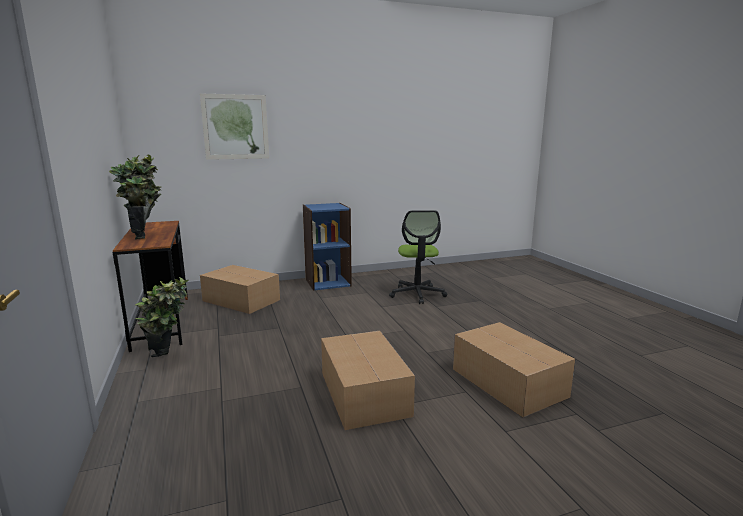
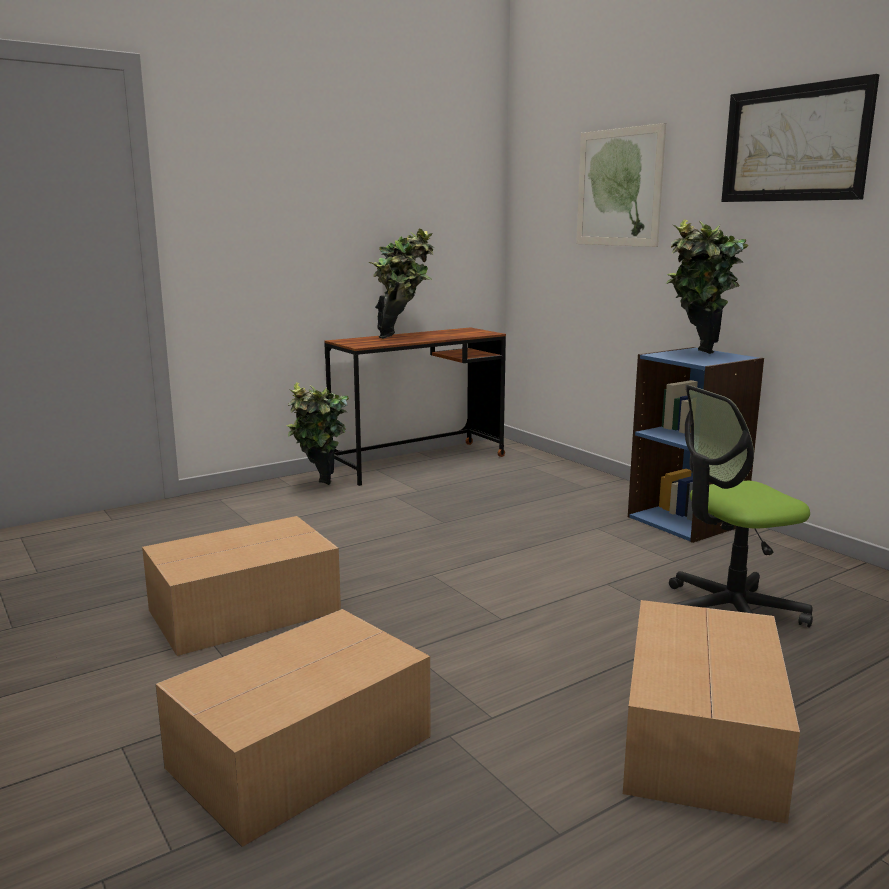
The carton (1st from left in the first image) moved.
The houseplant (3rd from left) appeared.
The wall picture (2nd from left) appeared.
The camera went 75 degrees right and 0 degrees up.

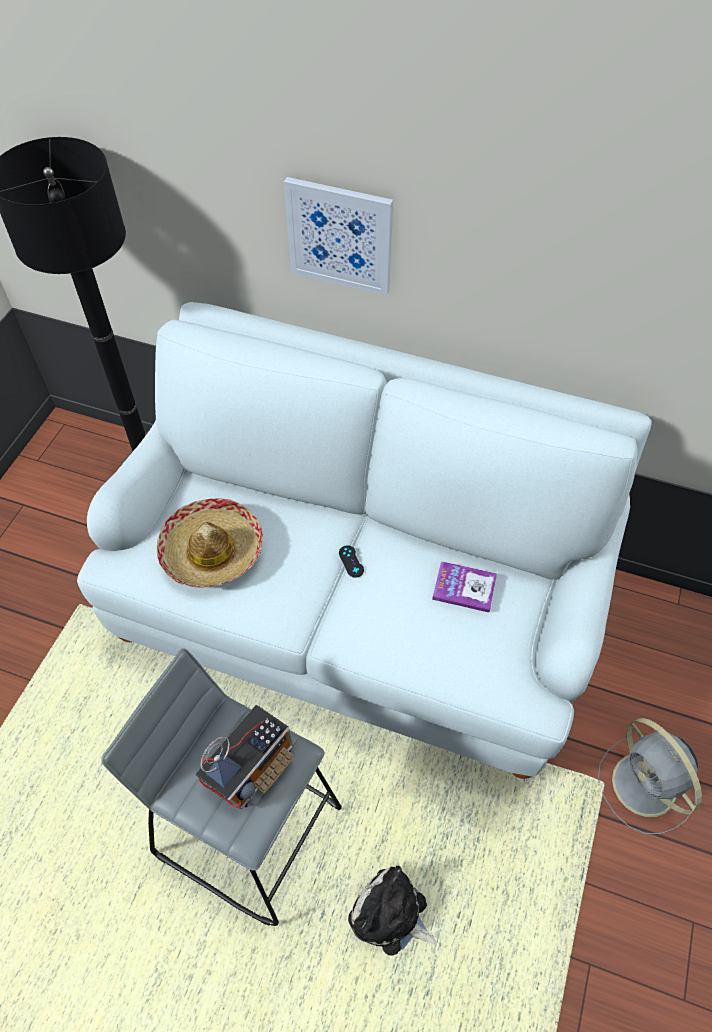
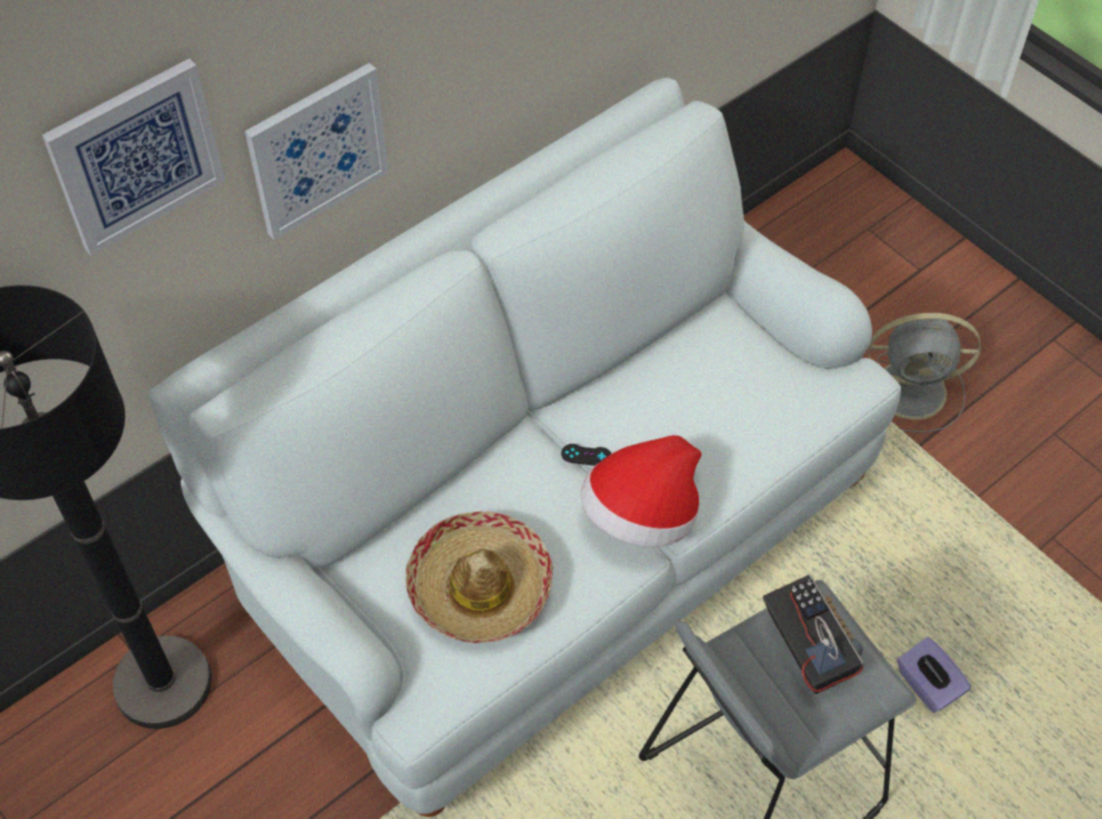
The wall picture (1st from left) appeared.
The clothing hat (2nd from left) appeared.
The soft toy was replaced by the purplish tissue holder.
The book disappeared.
The camera went 60 degrees left and 0 degrees up.

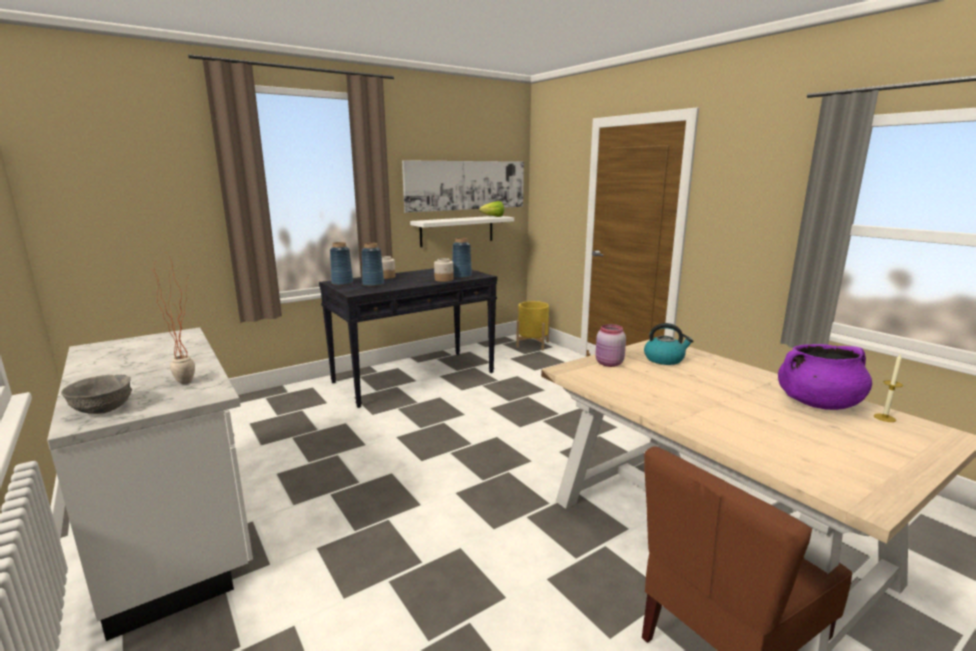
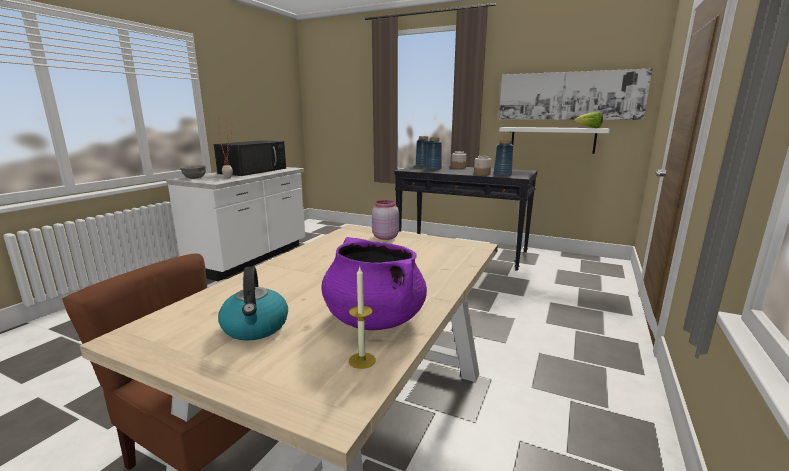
The black microwave oven appeared.
The kettle moved.
The yellow flower pot disappeared.
The camera went 60 degrees right and 0 degrees up.

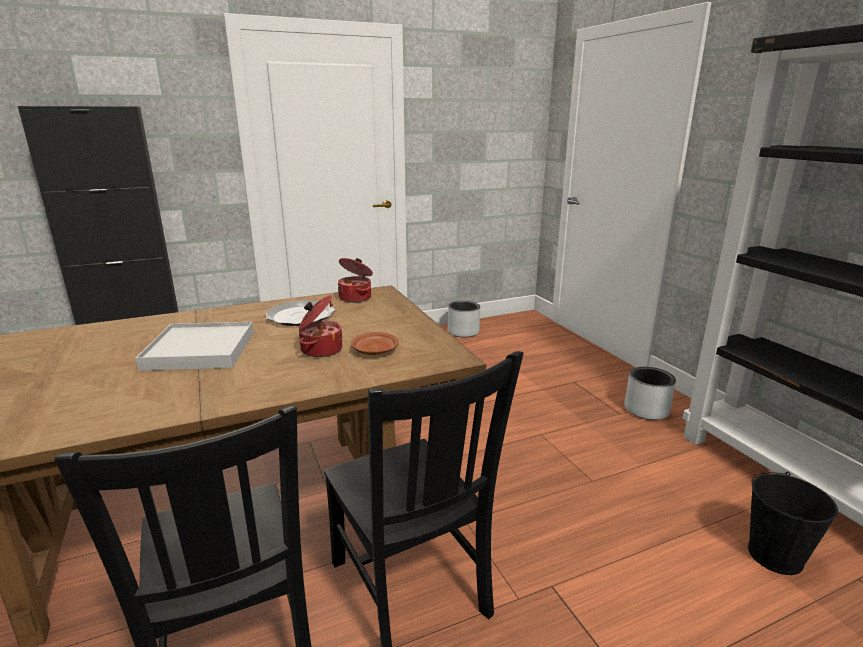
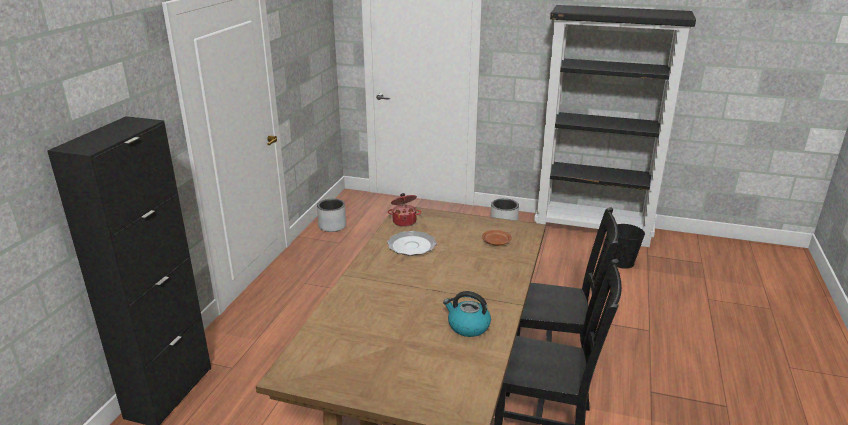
The kettle appeared.
The white-coloured carrying tray disappeared.
The stockpot (1st from left) disappeared.
The camera went 50 degrees left and 5 degrees up.

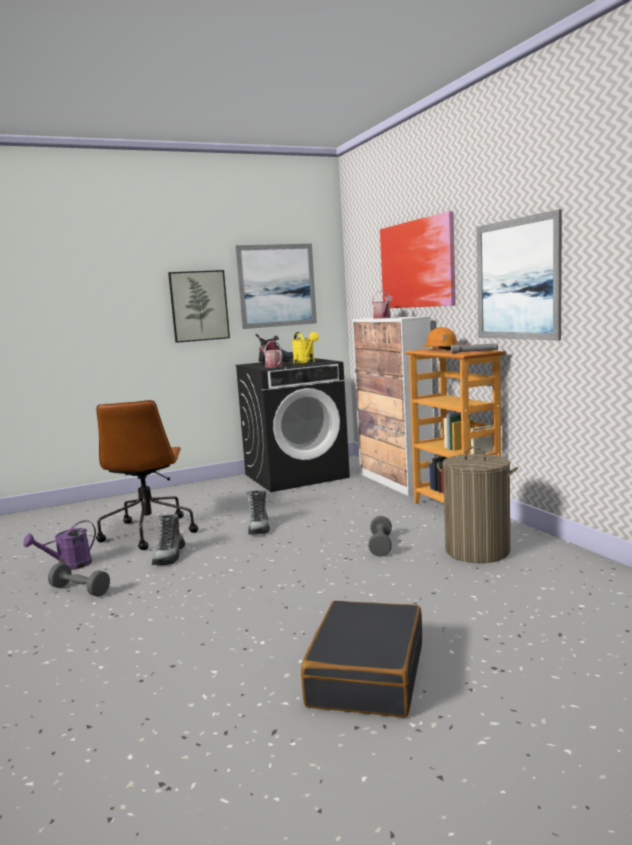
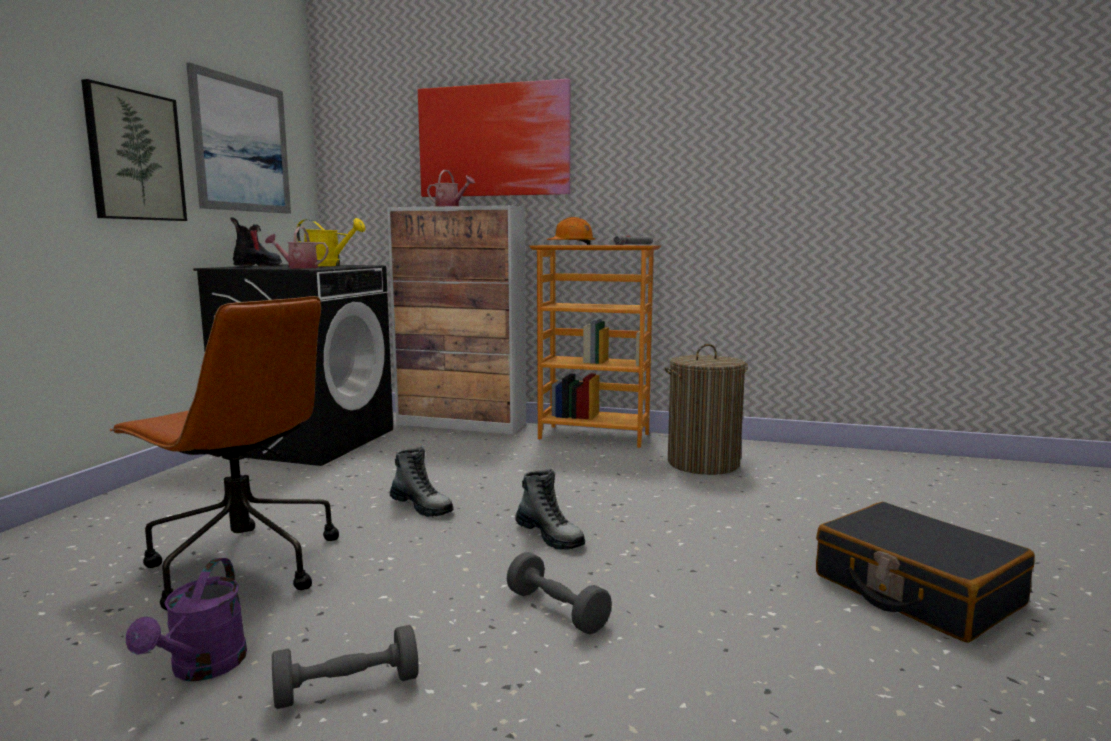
The gray free weight (2nd from left) moved.
The high-top boot (1st from left in the first image) moved.
The wall picture (4th from left) disappeared.
The camera went 50 degrees left and 0 degrees up.

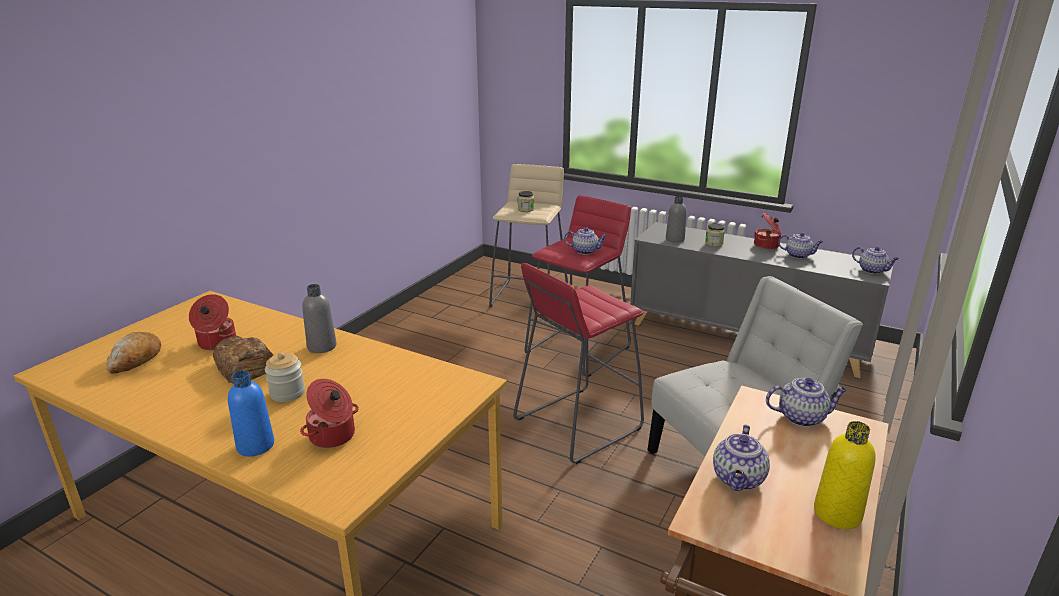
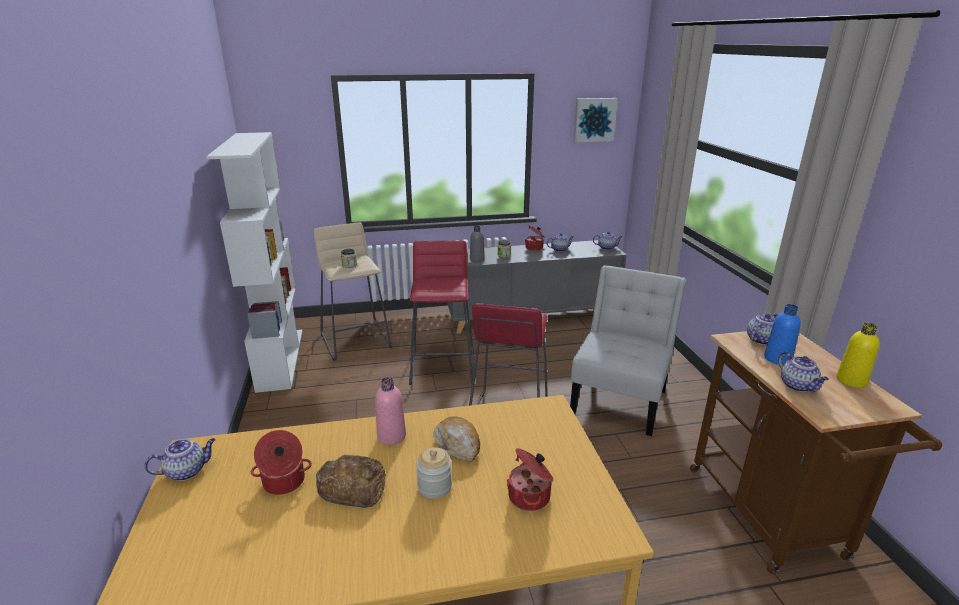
The teapot (1st from left) moved.
The white-coloured bookshelf appeared.
The gray drink bottle (1st from left) became the pinkish drink bottle.
The baked bread (1st from left in the first image) moved.
The wall picture appeared.
The bluish drink bottle moved.
The camera went 40 degrees left and 0 degrees up.

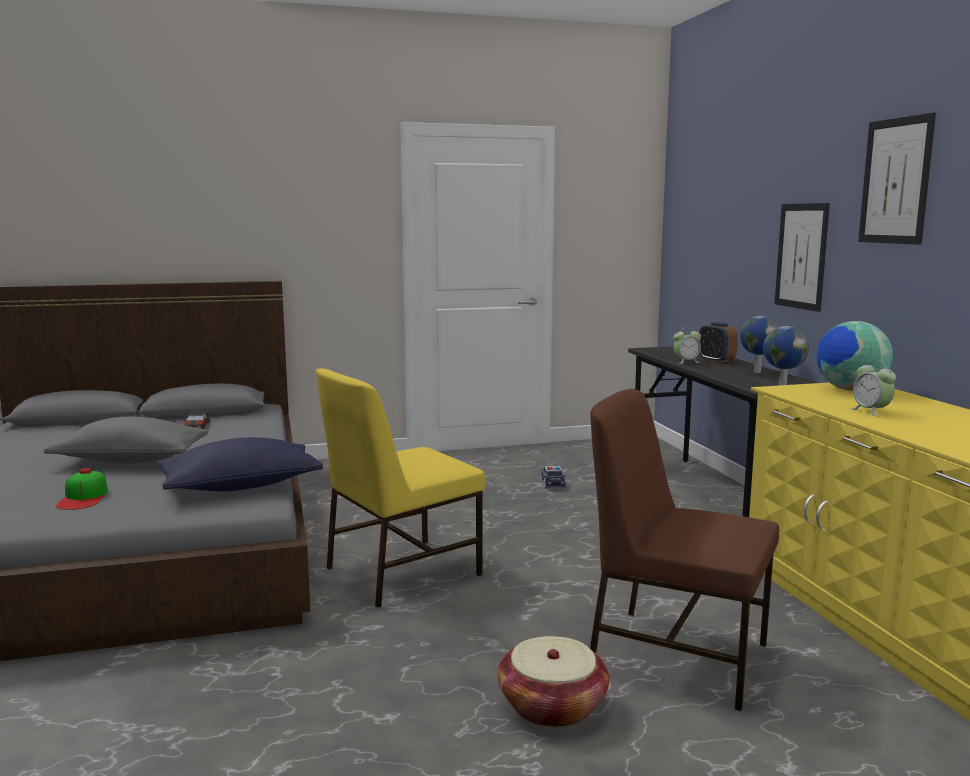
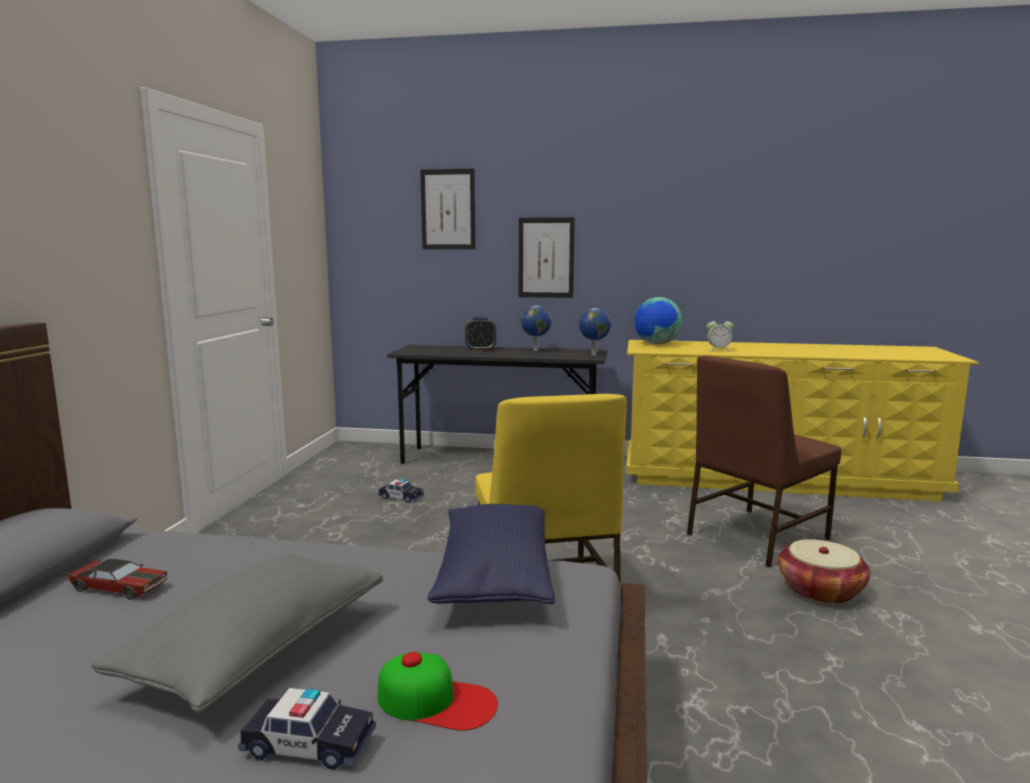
The miniature car (2nd from left) appeared.
The wall picture (2nd from left in the first image) moved.
The table clock (1st from left) disappeared.
The camera went 65 degrees left and 0 degrees up.

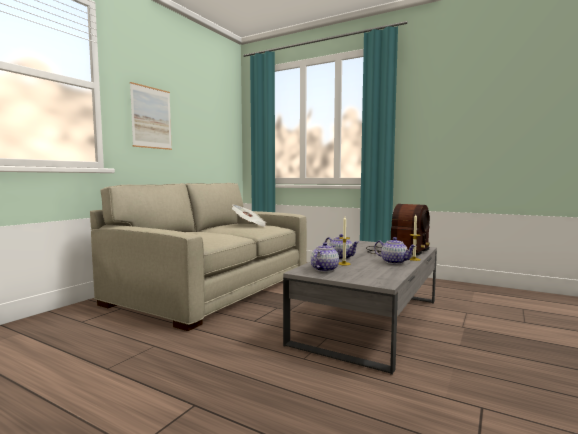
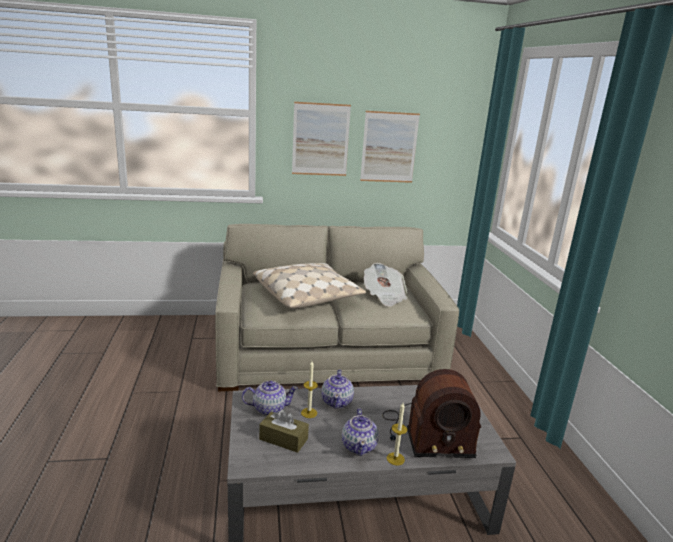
The beige throw pillow appeared.
The brown-coloured tissue holder appeared.
The wall picture (2nd from left) appeared.
The camera went 50 degrees right and 15 degrees up.

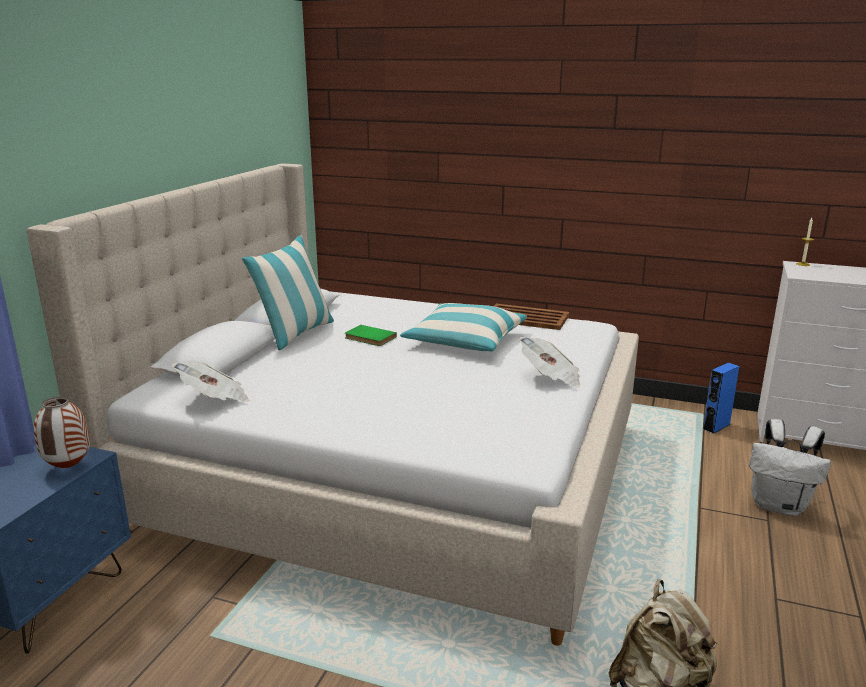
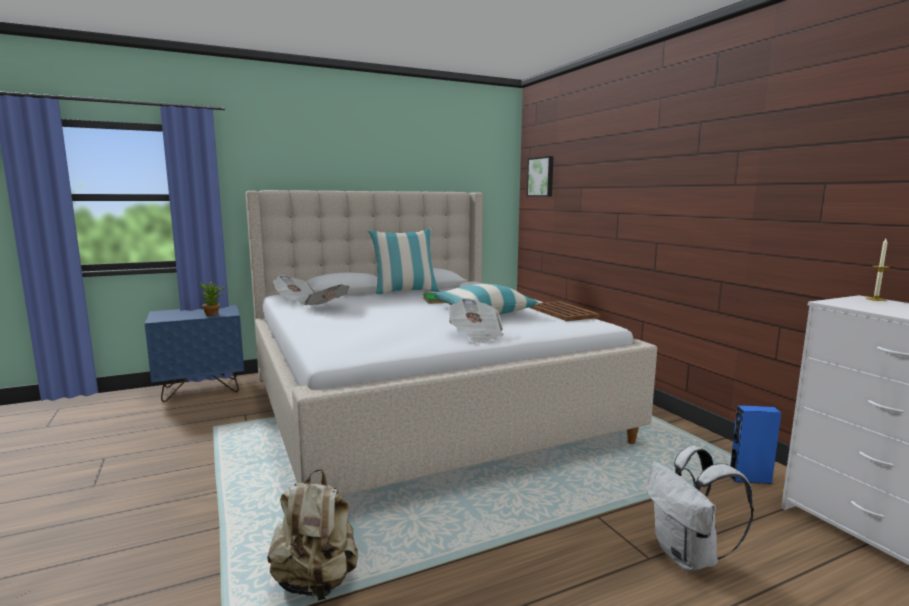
The decorative vase was replaced by the houseplant.
The daily paper (2nd from left) appeared.
The wall picture appeared.
The camera went 45 degrees right and 10 degrees down.

